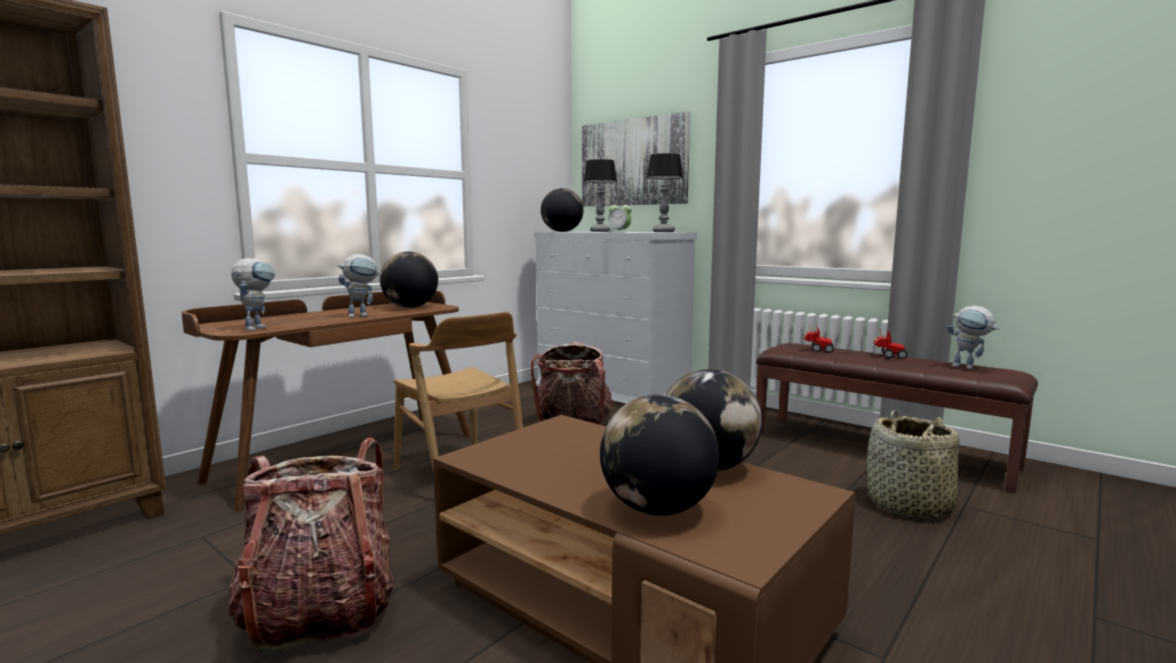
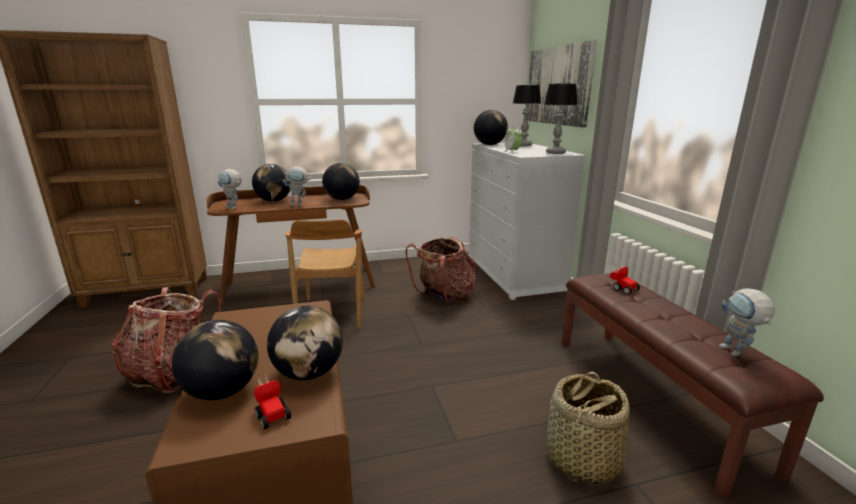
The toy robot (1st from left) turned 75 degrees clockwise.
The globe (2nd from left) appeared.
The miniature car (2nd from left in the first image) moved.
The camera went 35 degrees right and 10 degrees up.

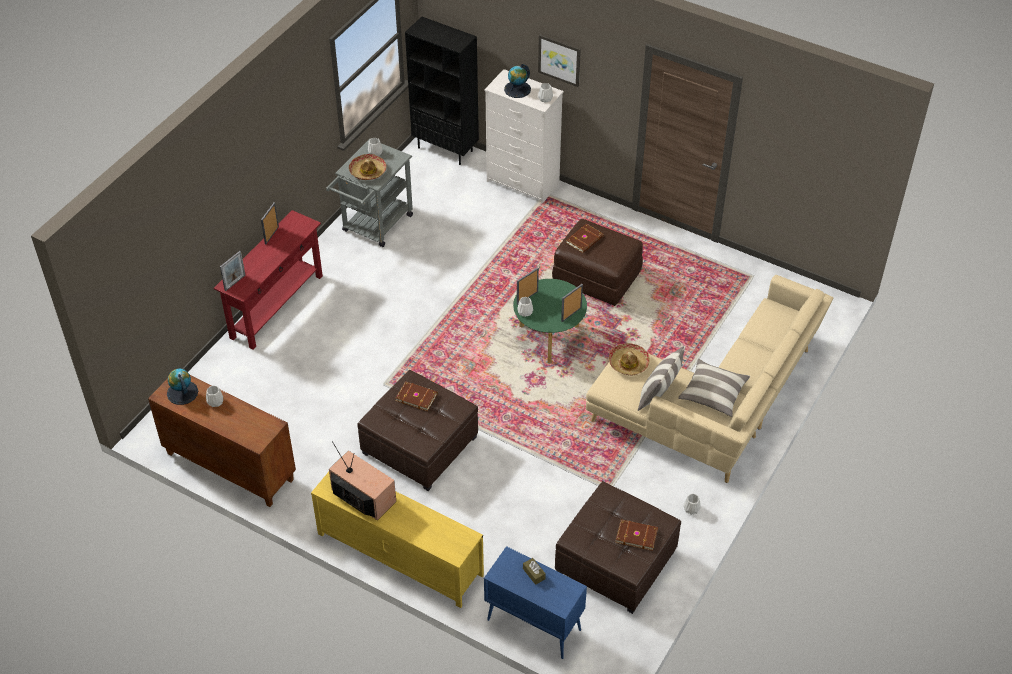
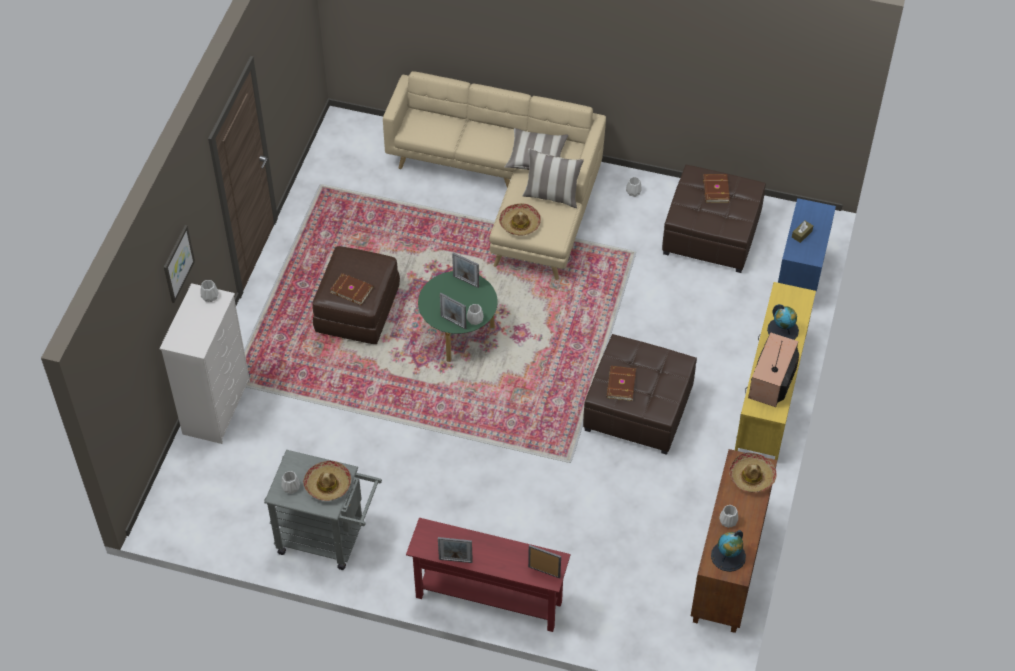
The clothing hat (3rd from left) appeared.
The globe (2nd from left) moved.
The black bookshelf disappeared.
The camera went 105 degrees left and 5 degrees up.

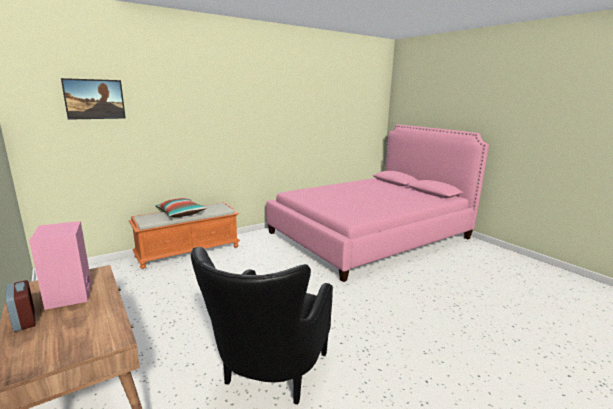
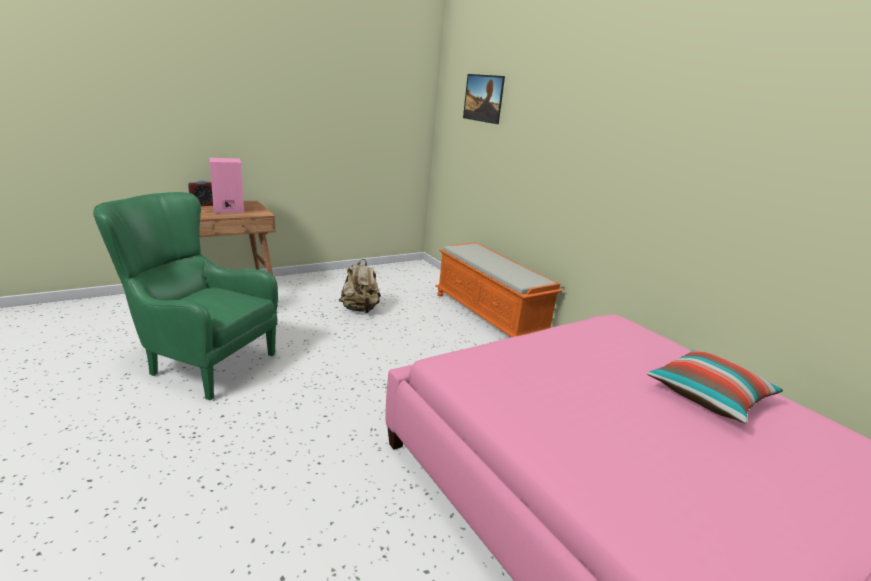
The black easy chair became the green easy chair.
The beige knapsack appeared.
The throw pillow moved.
The camera went 90 degrees right and 5 degrees up.

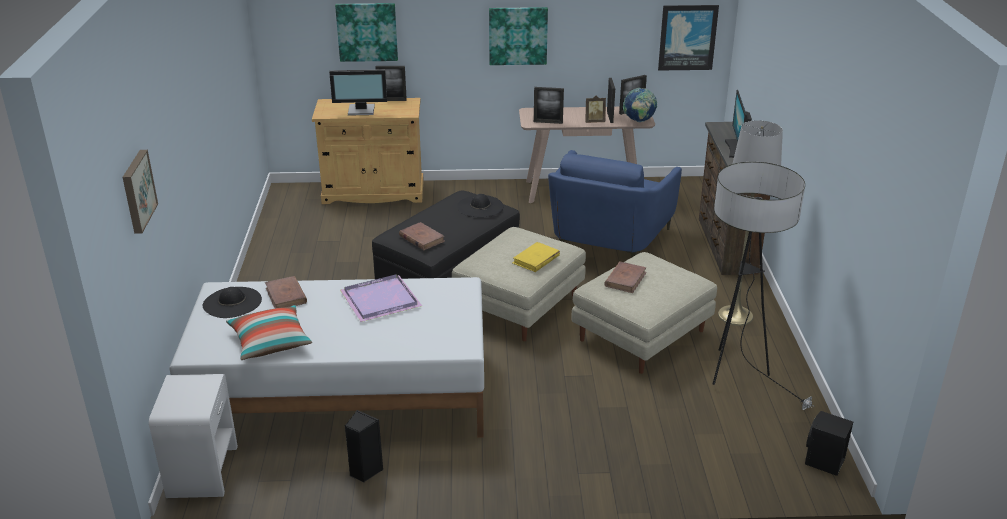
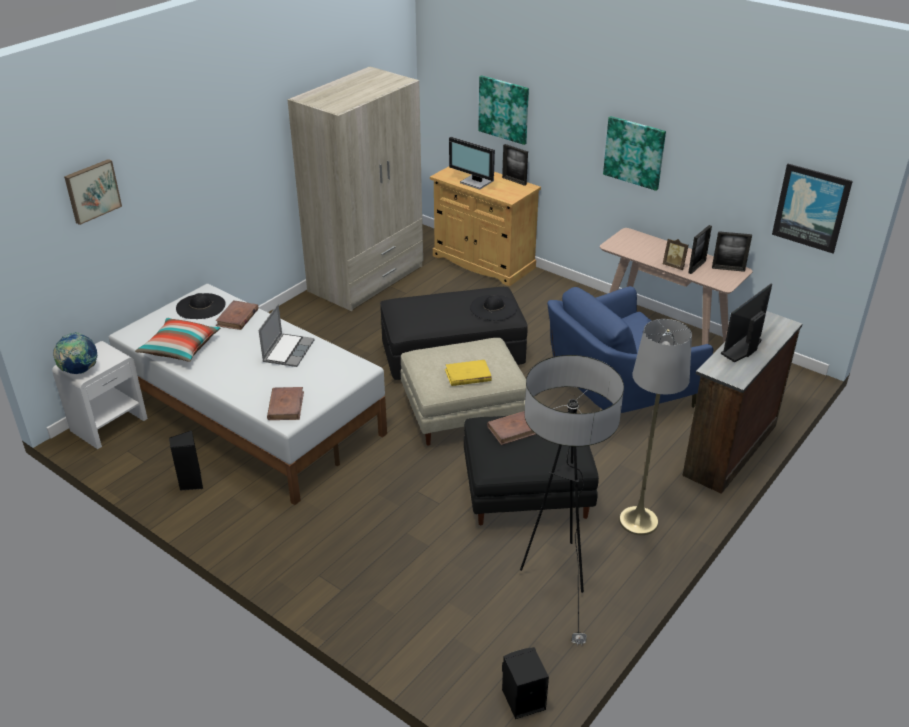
The globe moved.
The purplish carrying tray was replaced by the portable computer.
The brown-coloured book (2nd from left) moved.
The beige wardrobe appeared.
The beige footrest (2nd from left) became the black footrest (2nd from left).
The photo frame (2nd from left) disappeared.
The camera went 40 degrees right and 5 degrees up.

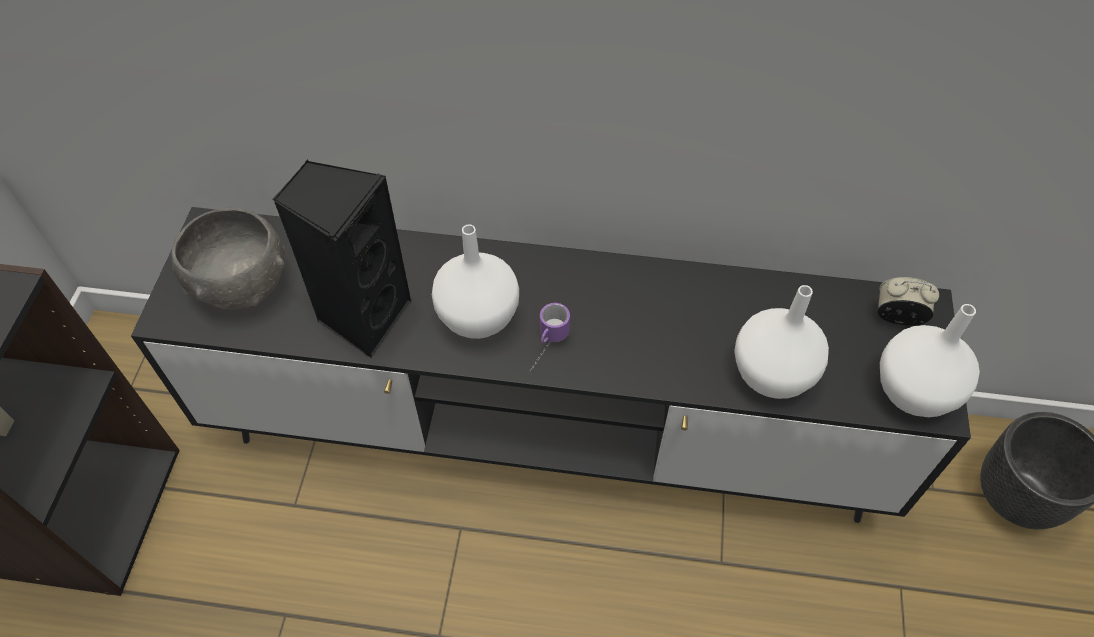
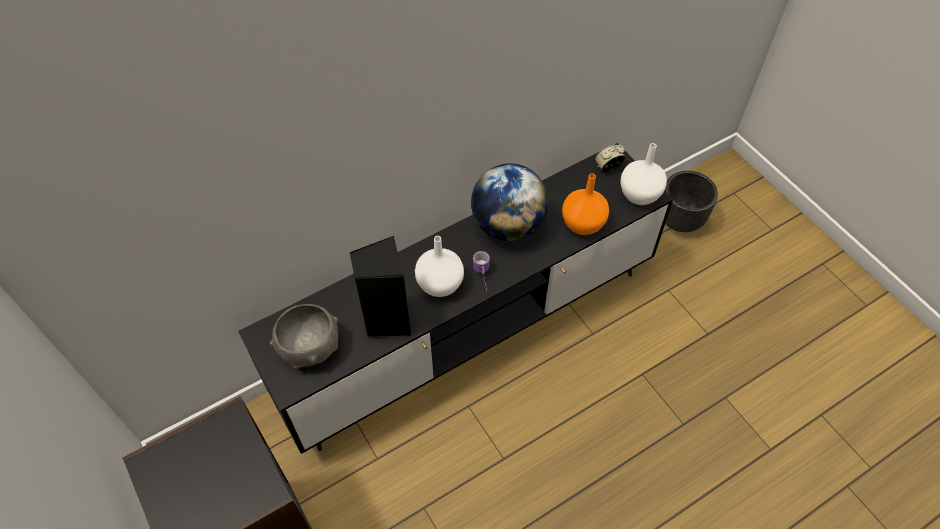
The globe appeared.
The white-coloured decorative vase (2nd from left) became the orange-coloured decorative vase.
The camera went 40 degrees left and 0 degrees up.

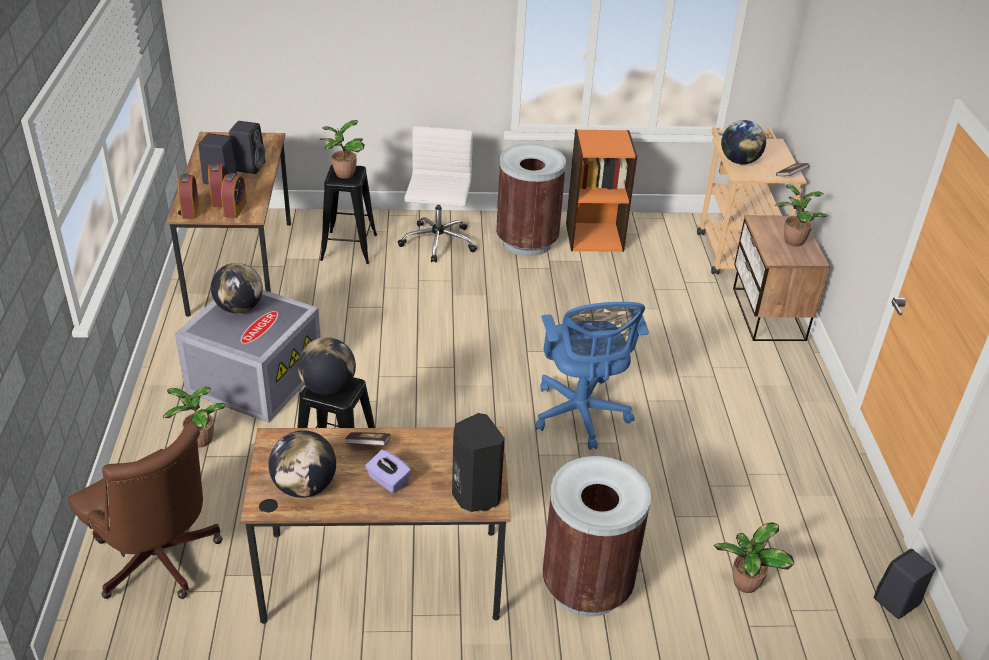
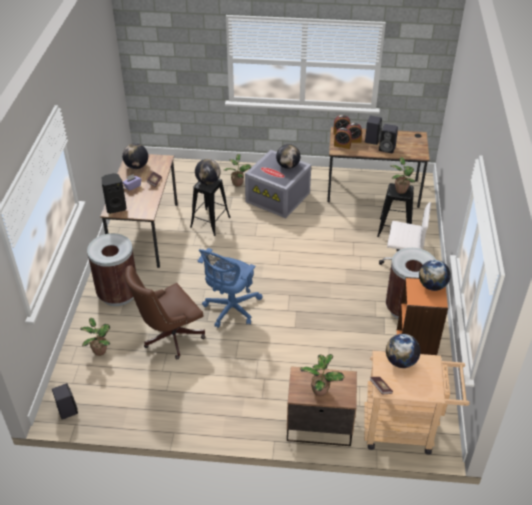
The brown-coloured office chair moved.
The bluish office chair turned 60 degrees counterclockwise.
The globe (5th from left) appeared.
The camera went 100 degrees right and 5 degrees up.

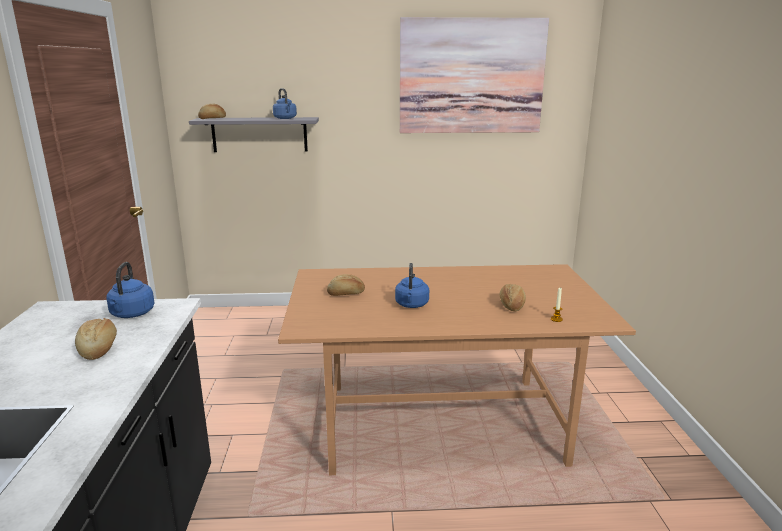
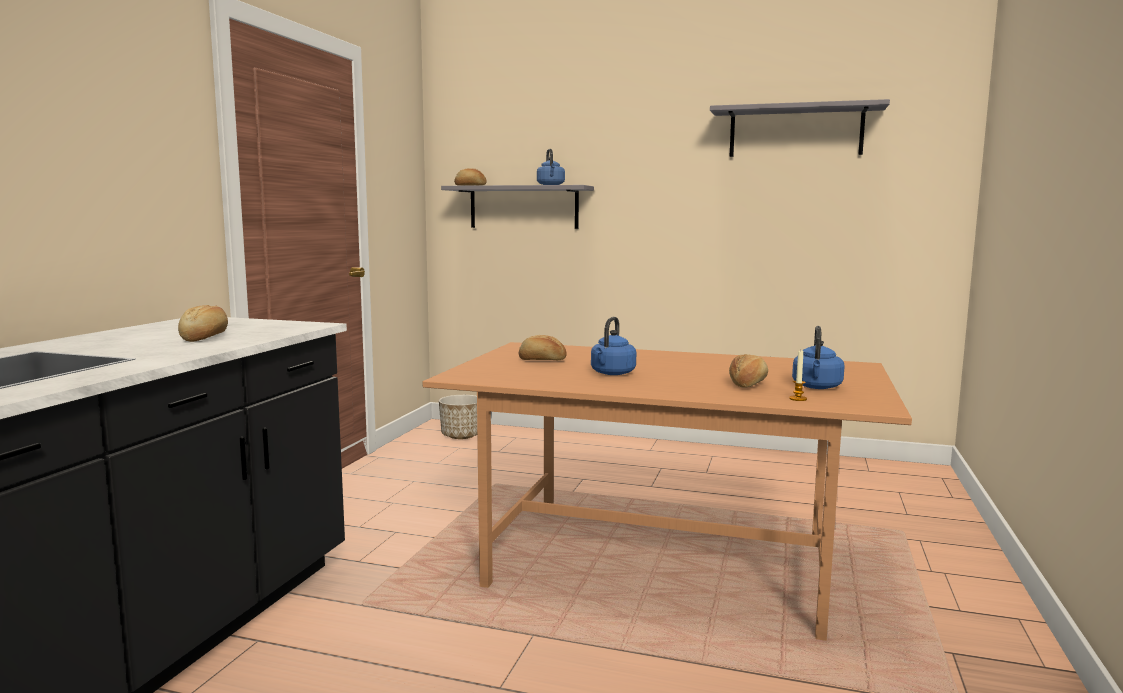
The flower pot appeared.
The wall picture was replaced by the gray wall shelf (2nd from left).
The bluish kettle (1st from left in the first image) moved.
The camera went 20 degrees right and 10 degrees down.

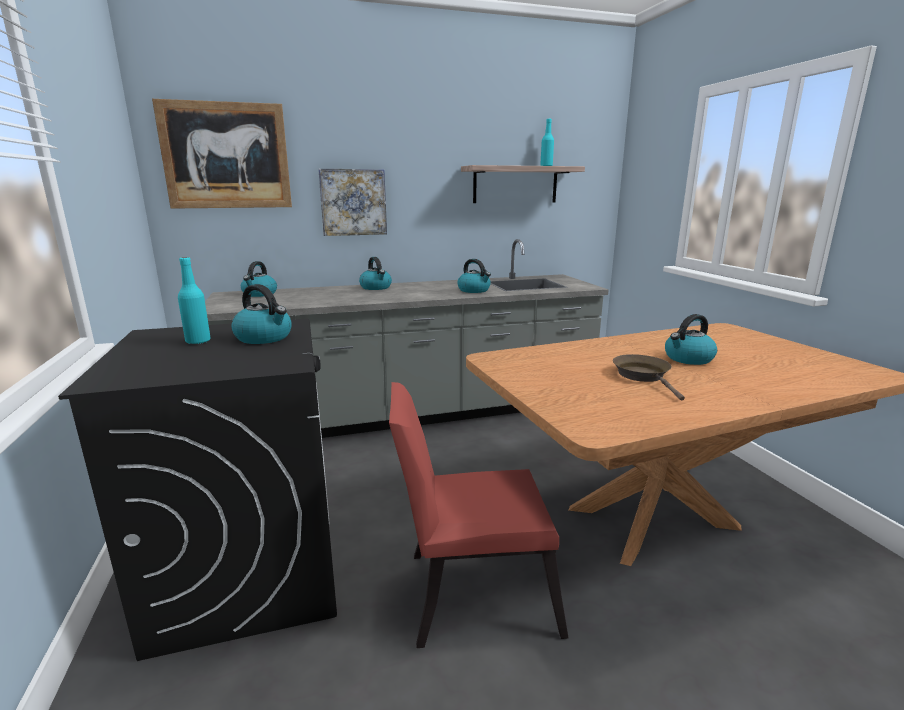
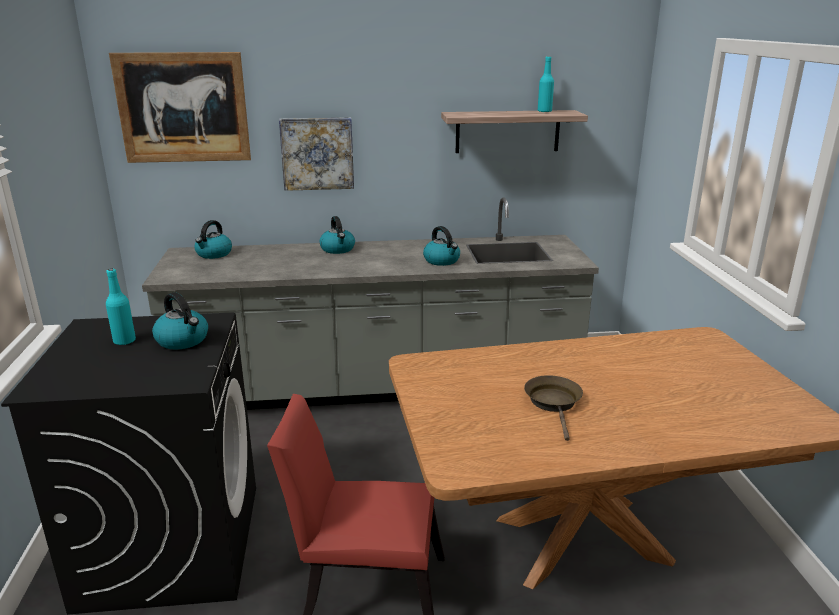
The kettle (5th from left) disappeared.
The camera went 10 degrees right and 5 degrees up.

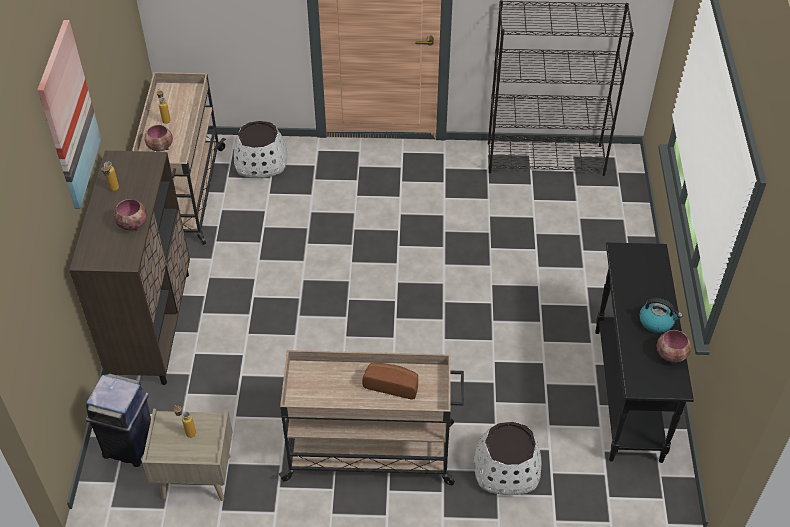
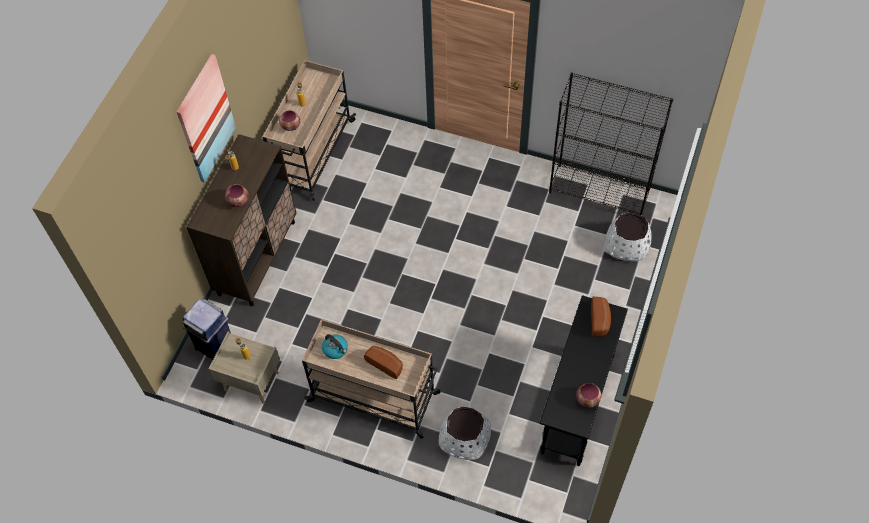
The kettle moved.
The baked bread (2nd from left) appeared.
The white-coloured flower pot (1st from left in the first image) moved.
The camera went 20 degrees right and 10 degrees up.

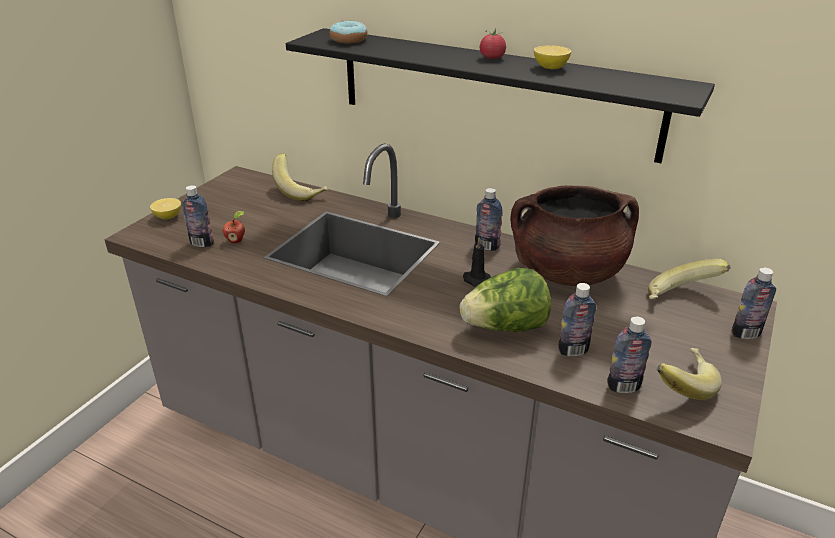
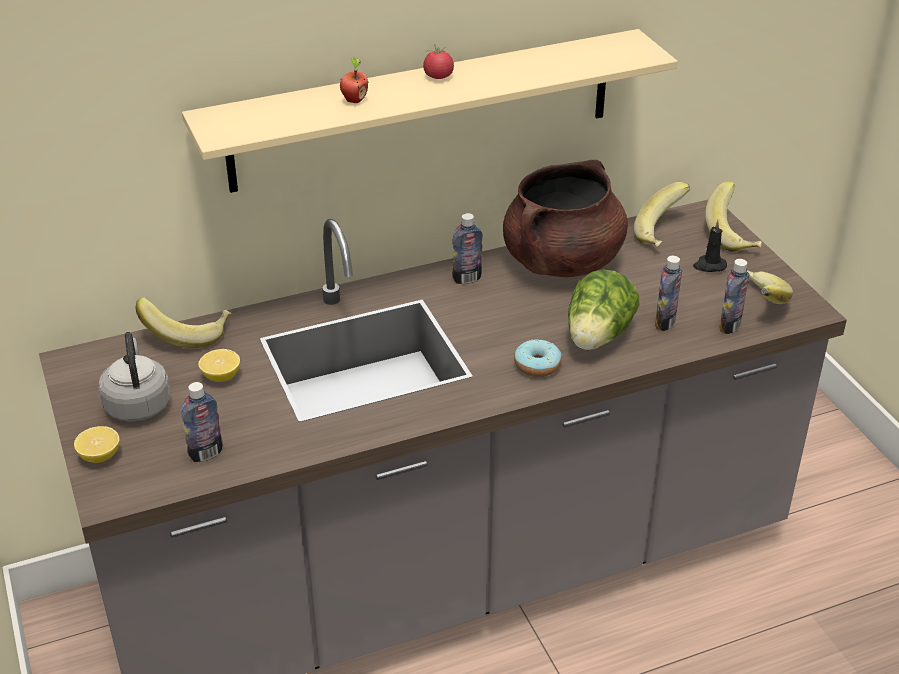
The gray kettle appeared.
The black wall shelf became the beige wall shelf.
The citrus fruit (2nd from left) moved.
The whole apple moved.
The donut moved.
The black wax light moved.
The drink bottle (5th from left) was replaced by the whole banana (3rd from left).
The camera went 50 degrees left and 5 degrees up.

